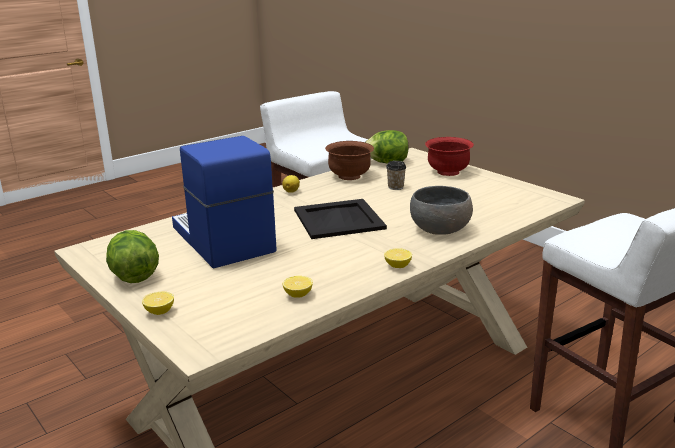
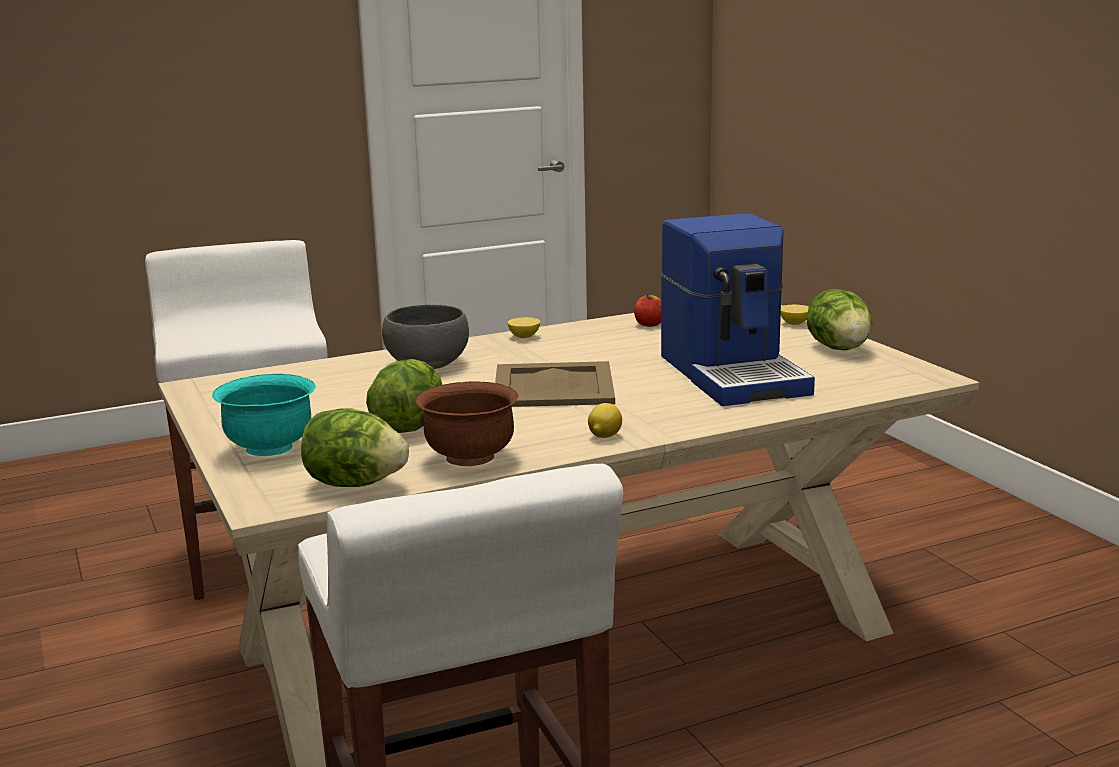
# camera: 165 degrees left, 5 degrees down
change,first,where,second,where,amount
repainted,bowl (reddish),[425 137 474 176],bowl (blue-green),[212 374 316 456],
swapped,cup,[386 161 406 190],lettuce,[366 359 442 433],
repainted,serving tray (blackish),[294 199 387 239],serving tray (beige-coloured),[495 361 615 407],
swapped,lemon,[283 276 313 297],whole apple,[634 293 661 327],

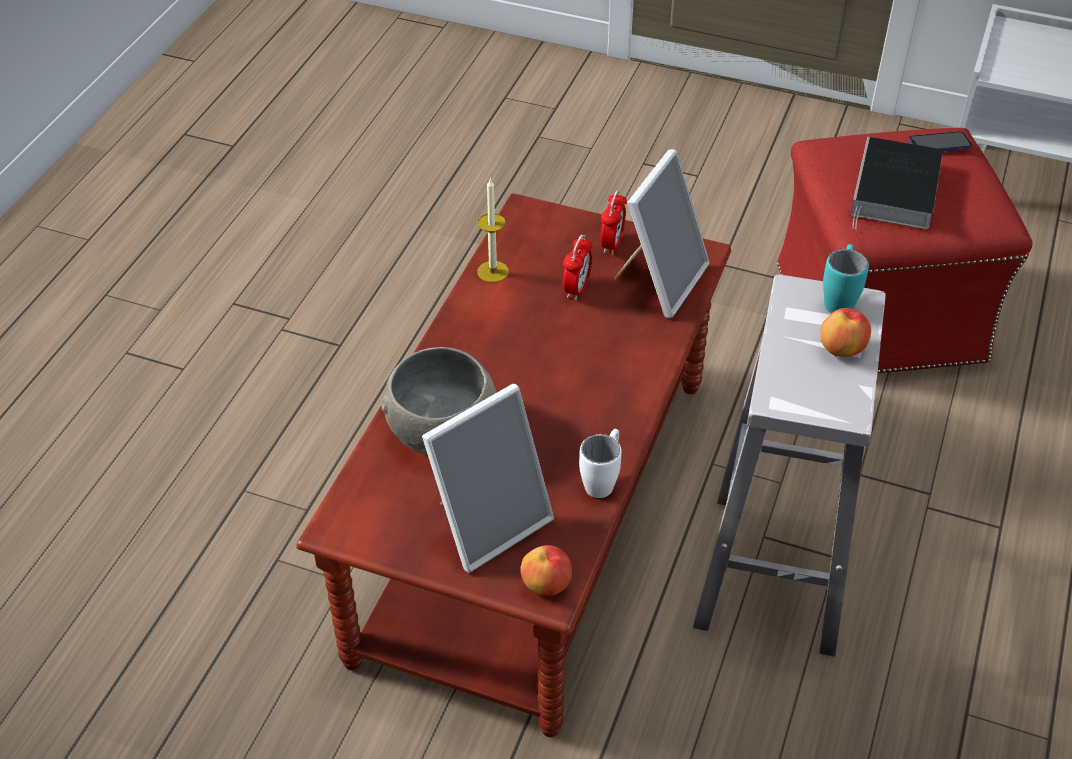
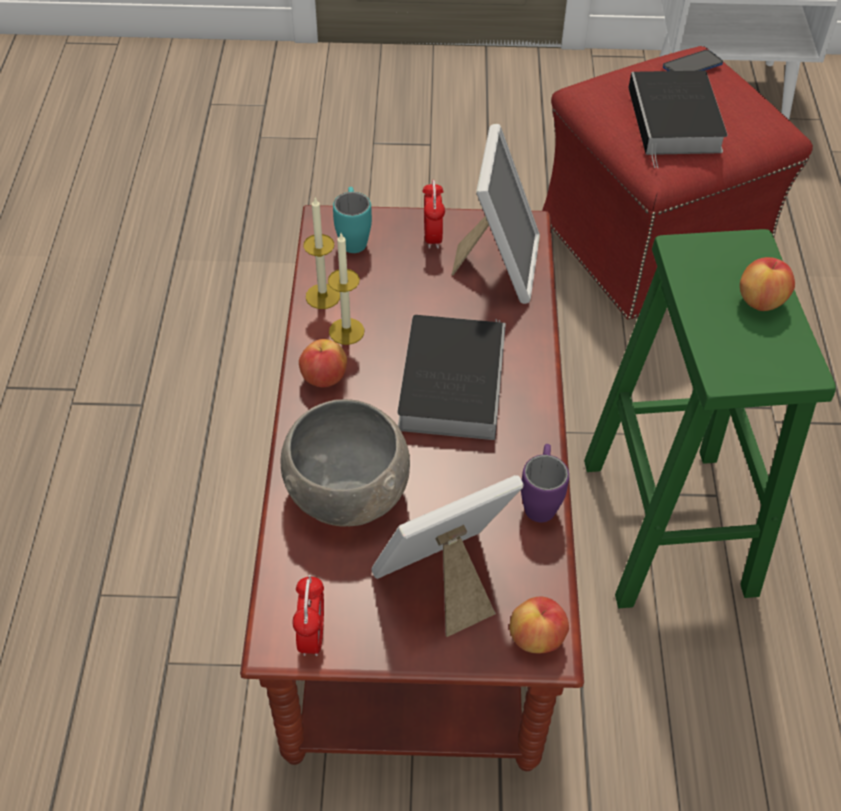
# camera: 20 degrees left, 5 degrees up
change,first,where,second,where,amount
shifted,bedside clock,[563 235 593 300],,[292 575 324 656],
new,,,whole apple,[299 339 347 387],
new,,,wax candle,[328 233 365 345],
shifted,tea mug (blue-green),[823 244 869 313],,[333 187 372 253],
rotated,picture frame,[422 384 554 573],,[372 475 524 637],150 degrees counterclockwise
new,,,bound book,[397 315 506 440],
repainted,tea mug (white),[579 429 622 498],tea mug (purple-coloured),[521 444 569 522],
repainted,sitting stool (white),[693 275 886 657],sitting stool (green),[584 229 836 609],

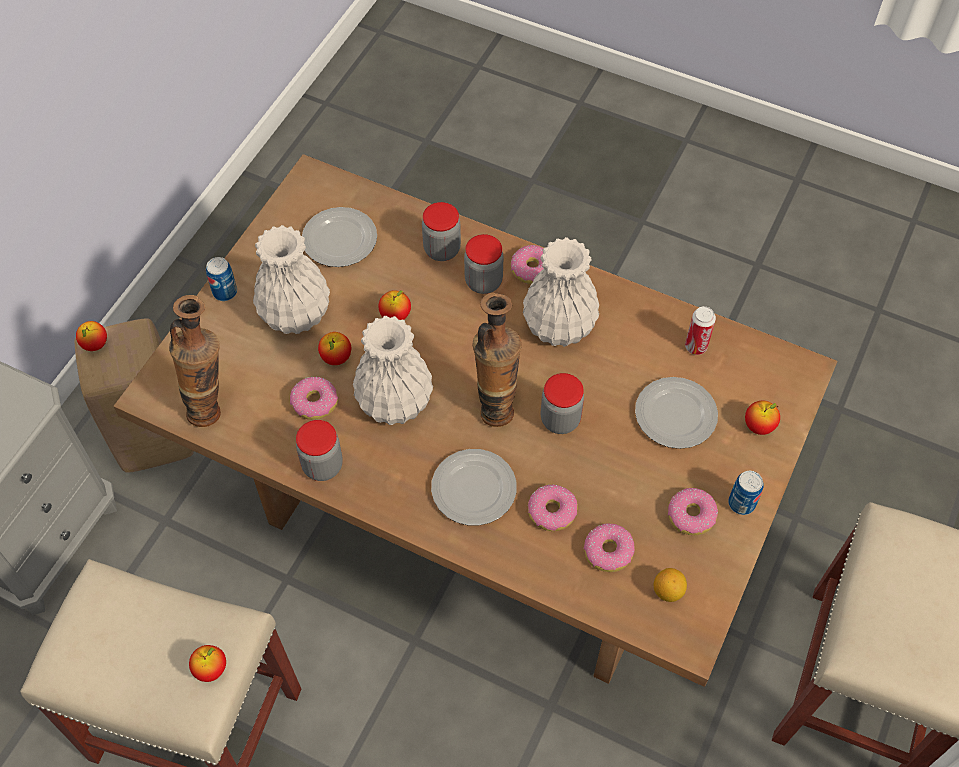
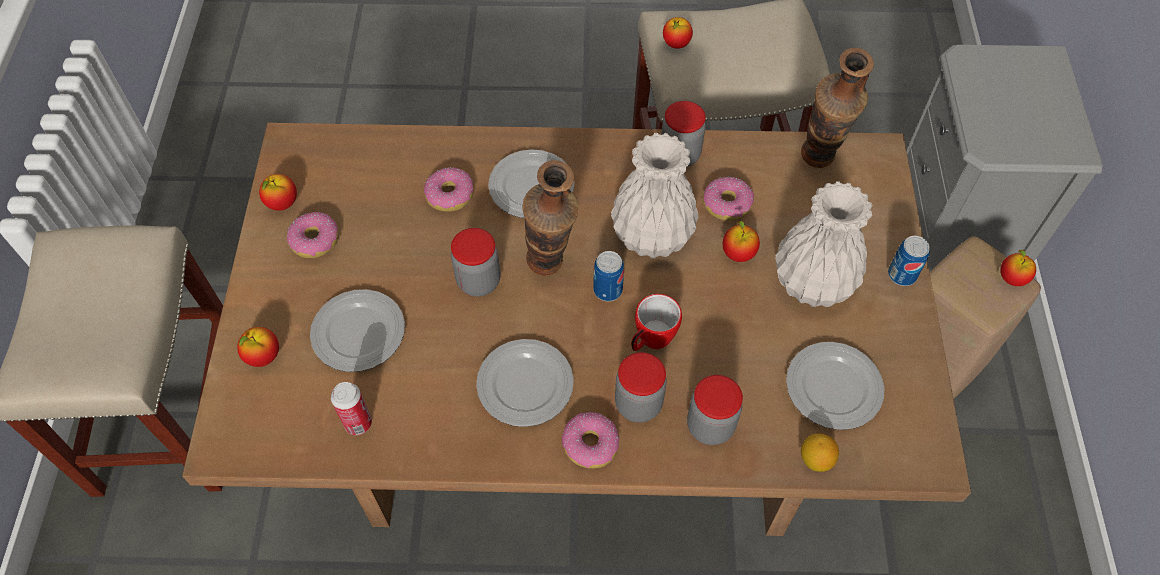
# camera: 155 degrees right, 0 degrees up
change,first,where,second,where,amount
shifted,whole apple,[378 290 411 320],,[259 174 297 211],
swapped,decorative vase (white),[523 237 599 347],plate,[476 339 574 427],
shifted,can,[728 471 764 515],,[593 251 624 301],
new,,,tea mug,[631 294 682 351],
shifted,lemon,[654 568 687 602],,[801 434 839 472],
gone,donut,[584 523 635 572],,,

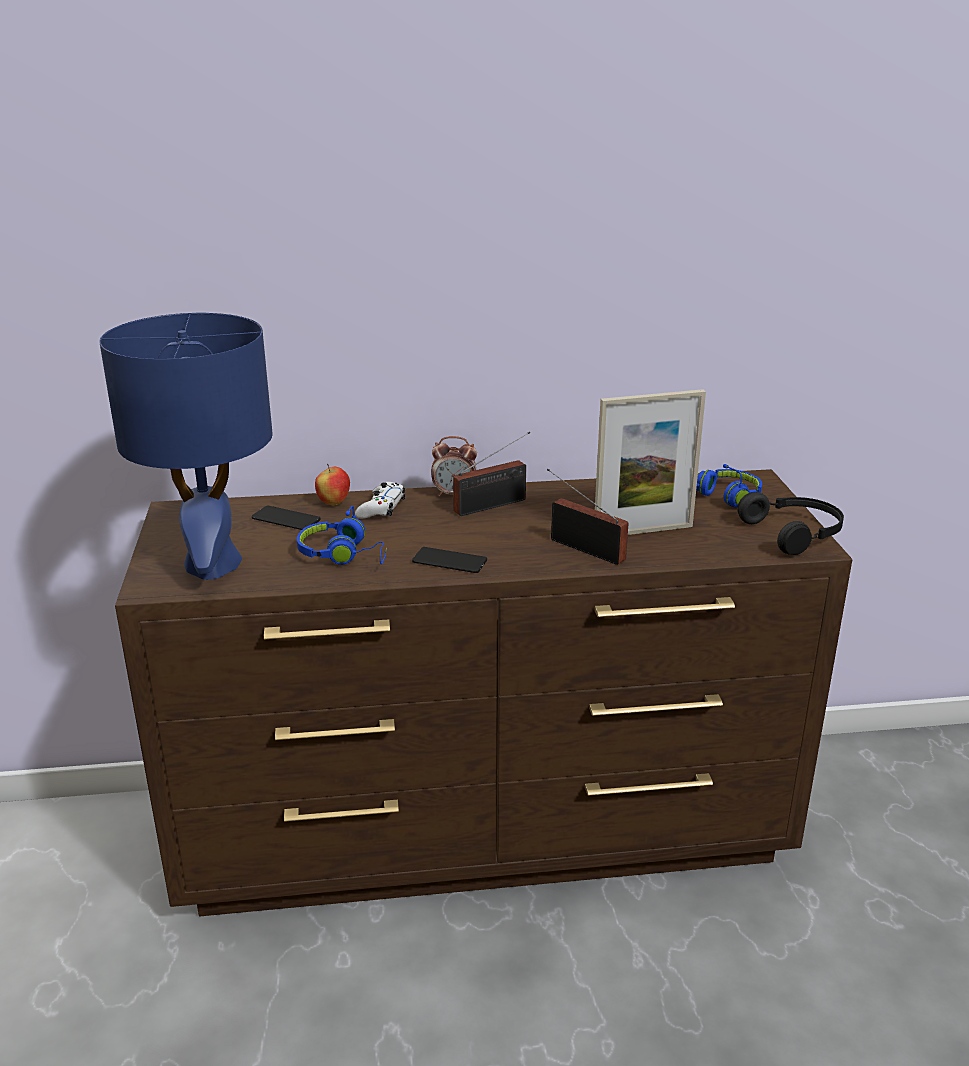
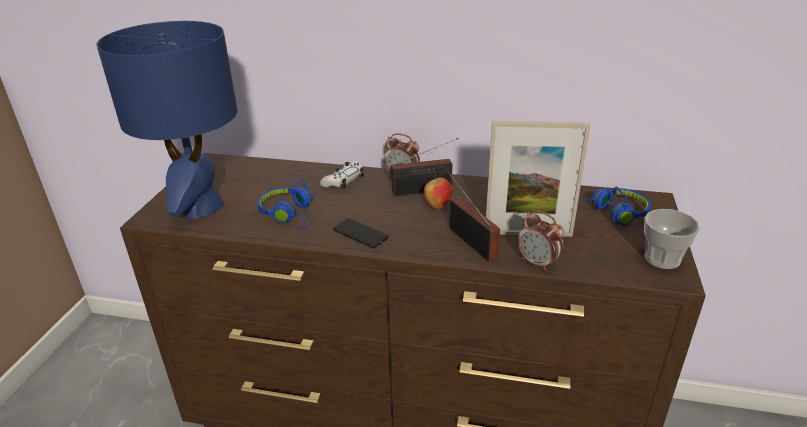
# camera: 20 degrees right, 5 degrees up
change,first,where,second,where,amount
shifted,whole apple,[315 464 350 505],,[424 175 452 209],
new,,,bedside clock,[517 210 564 271],
swapped,headphones (blackish),[737 492 844 555],cup,[644 209 700 269],
gone,phone,[252 505 320 530],,,

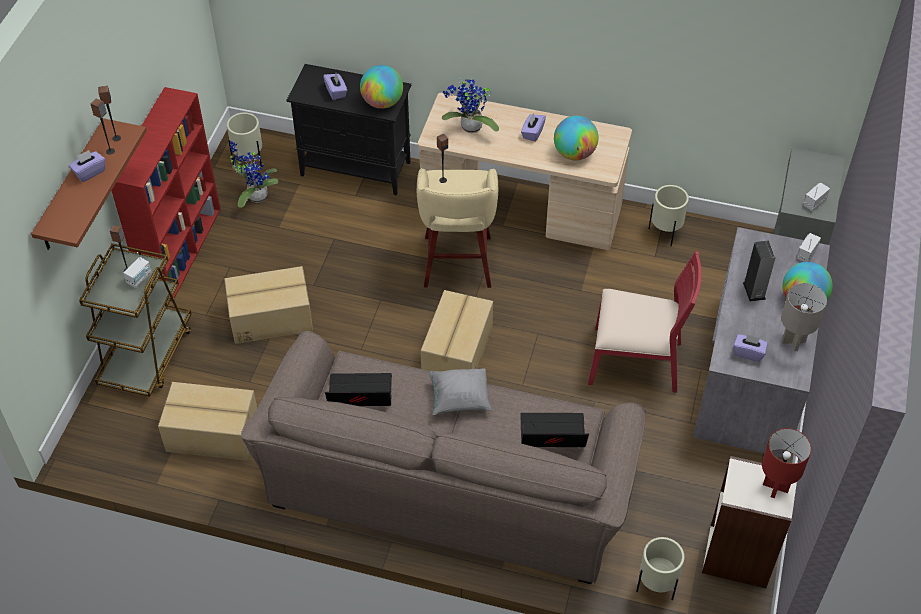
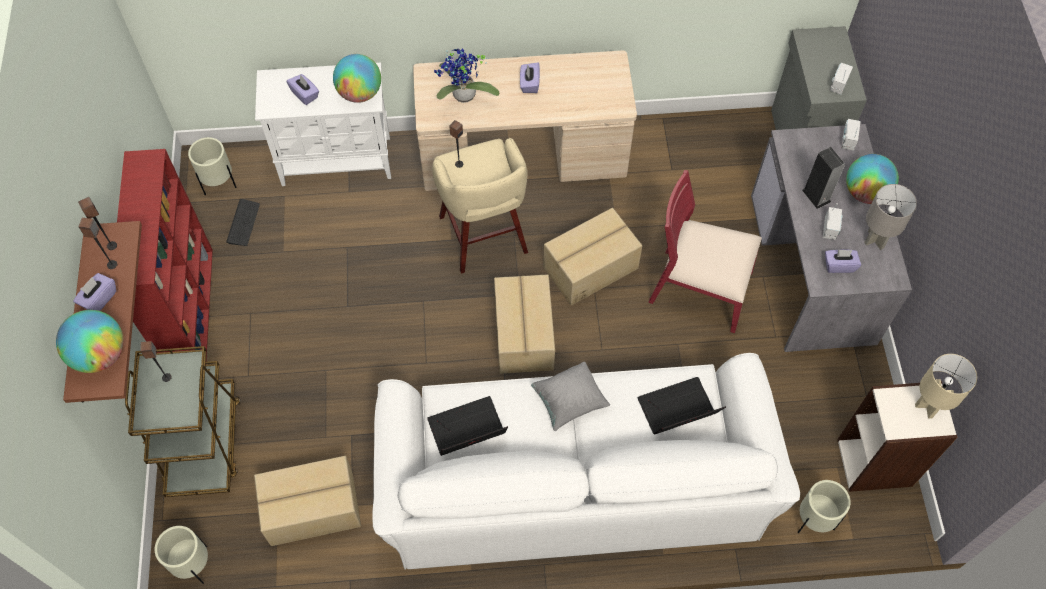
# camera: 20 degrees left, 10 degrees up
change,first,where,second,where,amount
shifted,globe,[554 116 598 160],,[56 310 124 373],
shifted,plant pot (beige-coloured),[649 185 689 246],,[155 526 208 584],
swapped,houseplant,[230 141 278 208],computer keyboard,[226 199 260 246],
repainted,cupboard (blackish),[286 64 411 195],cupboard (white),[255 62 391 186],
repainted,couch (brown),[241 331 646 584],couch (white),[372 353 800 570],
shifted,carton,[224 266 313 344],,[543 208 642 305],
rotated,chair (reddish),[588 251 702 393],,[648 170 762 333],150 degrees counterclockwise
shifted,radio,[123 252 152 288],,[823 203 843 240],
repainted,table lamp (reddish),[762 428 811 498],table lamp (beige-coloured),[915 354 977 419],

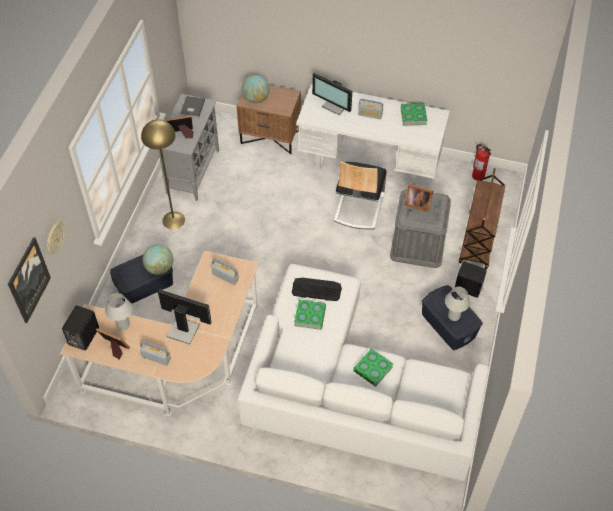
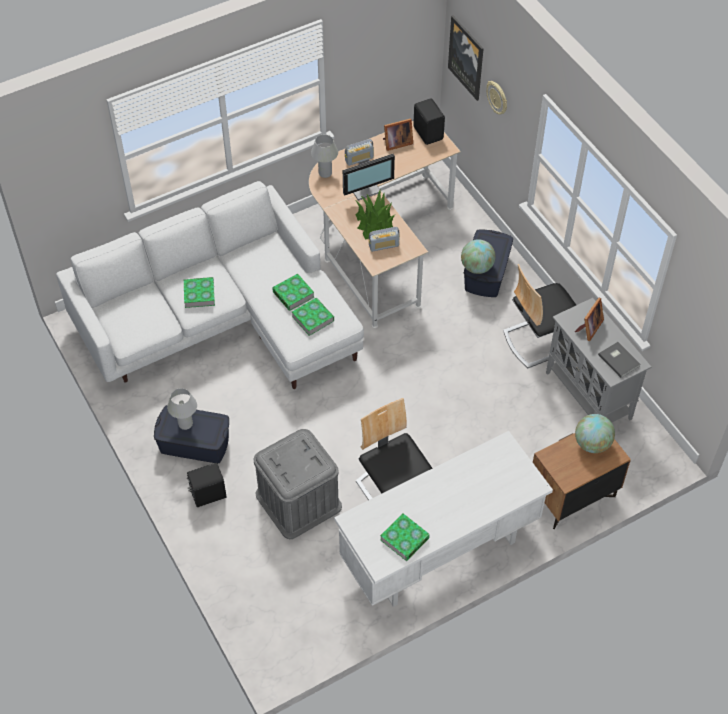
# camera: 135 degrees right, 0 degrees up
change,first,where,second,where,amount
swapped,computer keyboard,[292 278 342 301],bound book,[292 298 334 336],
shifted,table lamp (white),[105 293 132 330],,[311 135 338 178],
new,,,houseplant,[356 191 395 240],
swapped,standing lamp (yellow-coloured),[141 119 185 229],chair,[503 264 576 368],
gone,computer display,[312 73 352 115],,,
gone,radio,[358 99 383 119],,,
gone,picture frame,[404 184 433 212],,,
gone,wheeled cart (brown),[459 168 506 269],,,
gone,fire-fighting cylinder,[472 144 491 181],,,

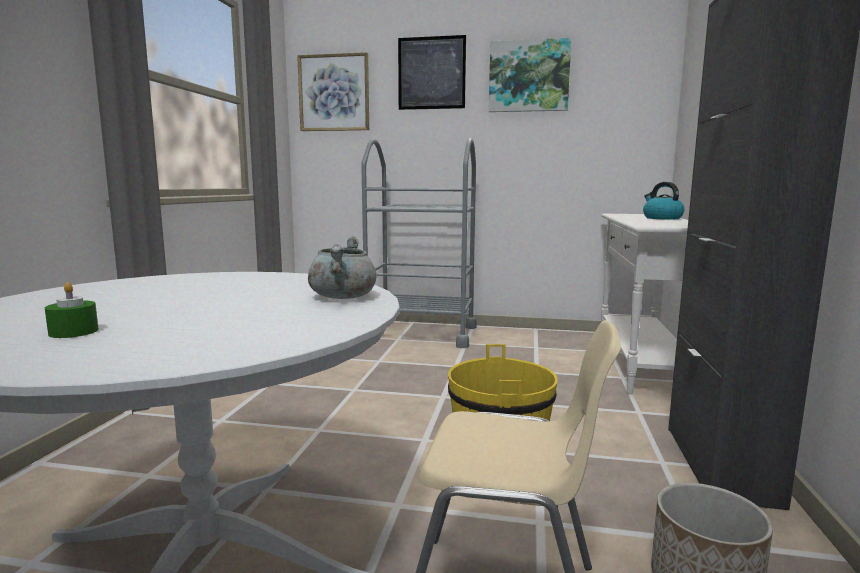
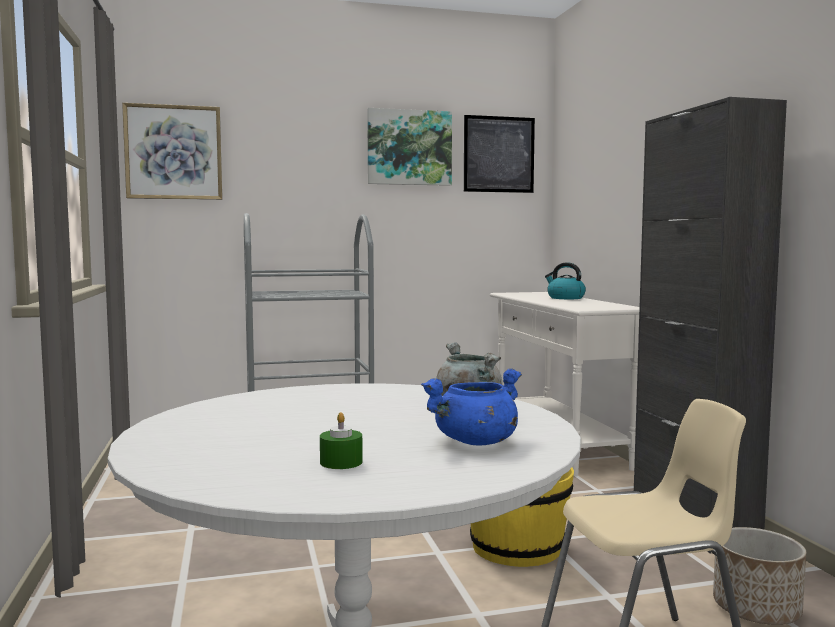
# camera: 25 degrees left, 5 degrees down
change,first,where,second,where,amount
new,,,stockpot (blue-coloured),[421 368 522 445],
shifted,picture,[398 35 466 110],,[464 115 535 193],

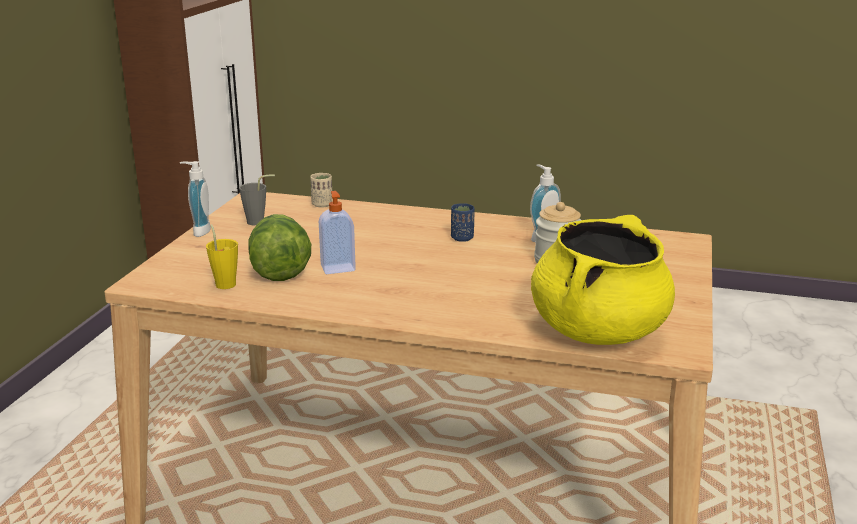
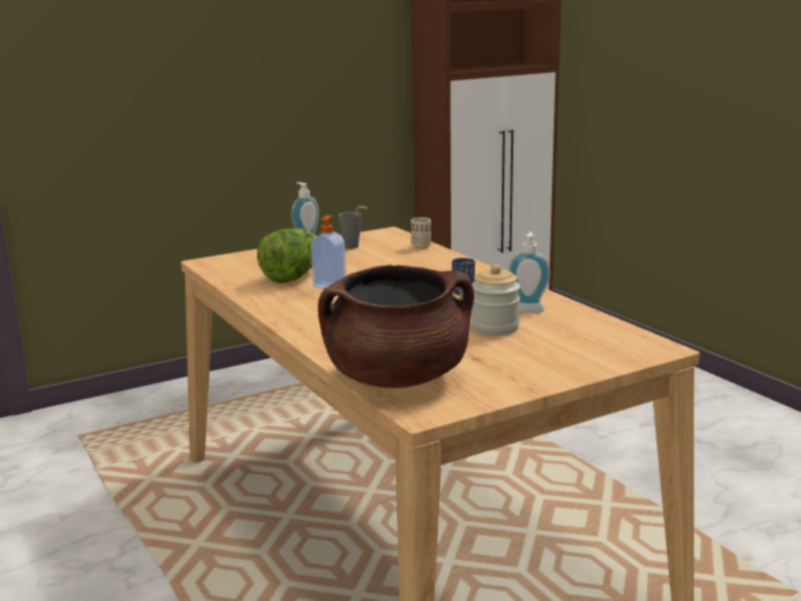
# camera: 45 degrees right, 5 degrees down
change,first,where,second,where,amount
repainted,stockpot (yellow-coloured),[531 215 675 345],stockpot (brown),[318 265 474 388],
gone,cup (yellow-coloured),[206 224 238 289],,,

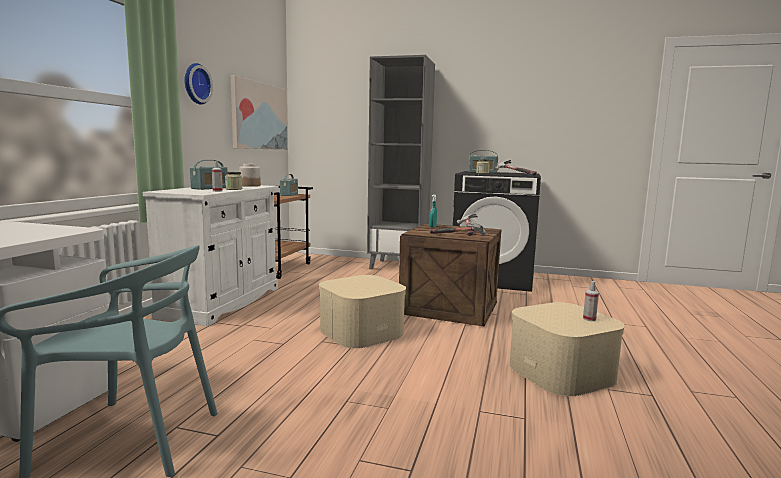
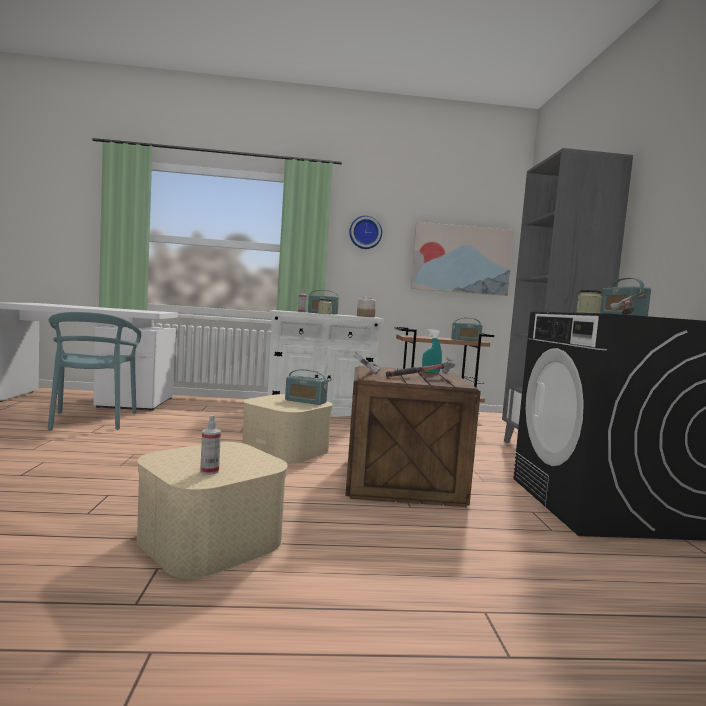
# camera: 70 degrees right, 5 degrees down
change,first,where,second,where,amount
new,,,radio,[285 369 328 405],

